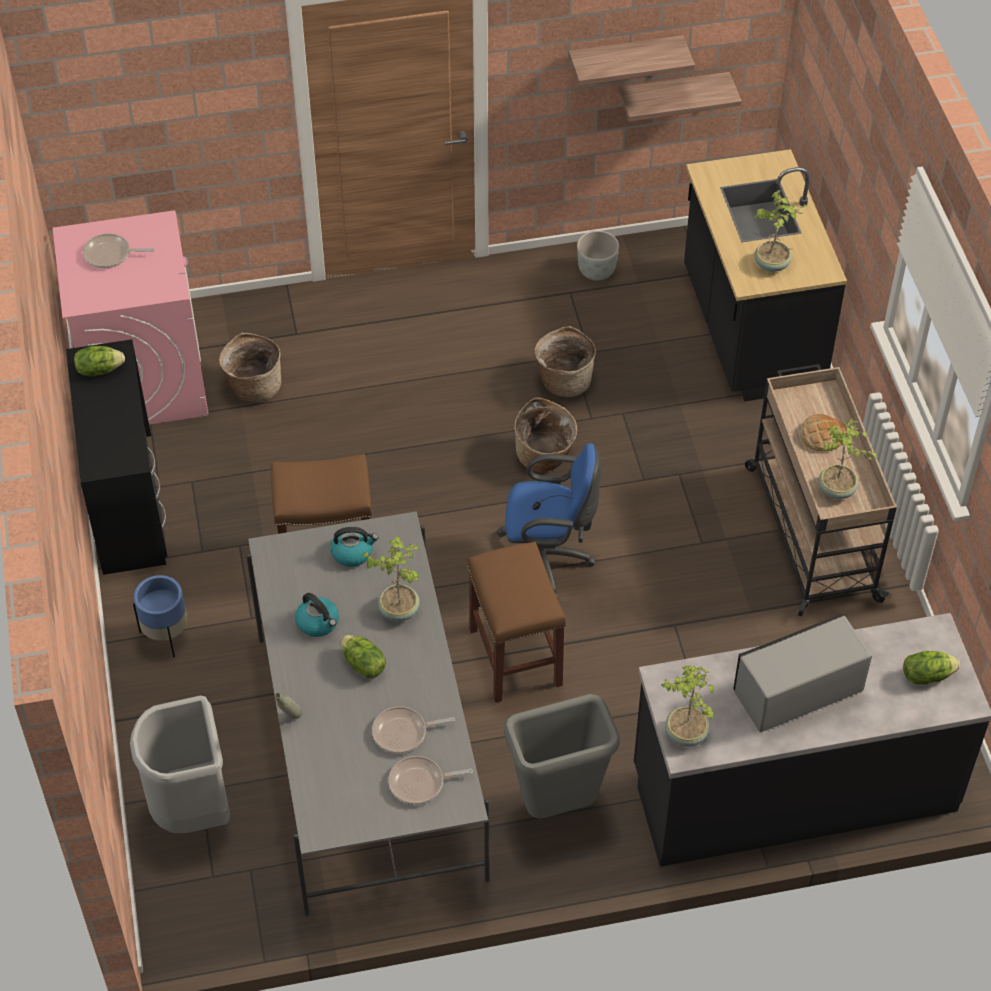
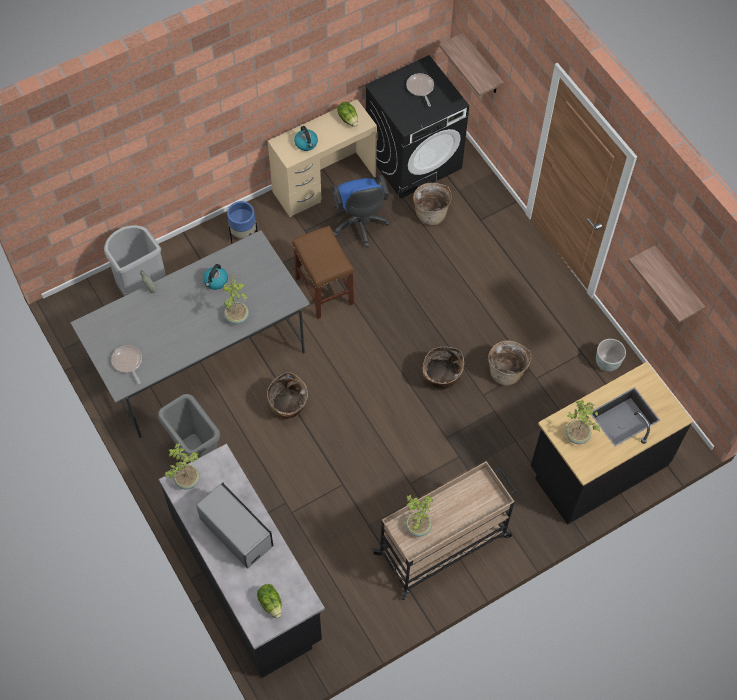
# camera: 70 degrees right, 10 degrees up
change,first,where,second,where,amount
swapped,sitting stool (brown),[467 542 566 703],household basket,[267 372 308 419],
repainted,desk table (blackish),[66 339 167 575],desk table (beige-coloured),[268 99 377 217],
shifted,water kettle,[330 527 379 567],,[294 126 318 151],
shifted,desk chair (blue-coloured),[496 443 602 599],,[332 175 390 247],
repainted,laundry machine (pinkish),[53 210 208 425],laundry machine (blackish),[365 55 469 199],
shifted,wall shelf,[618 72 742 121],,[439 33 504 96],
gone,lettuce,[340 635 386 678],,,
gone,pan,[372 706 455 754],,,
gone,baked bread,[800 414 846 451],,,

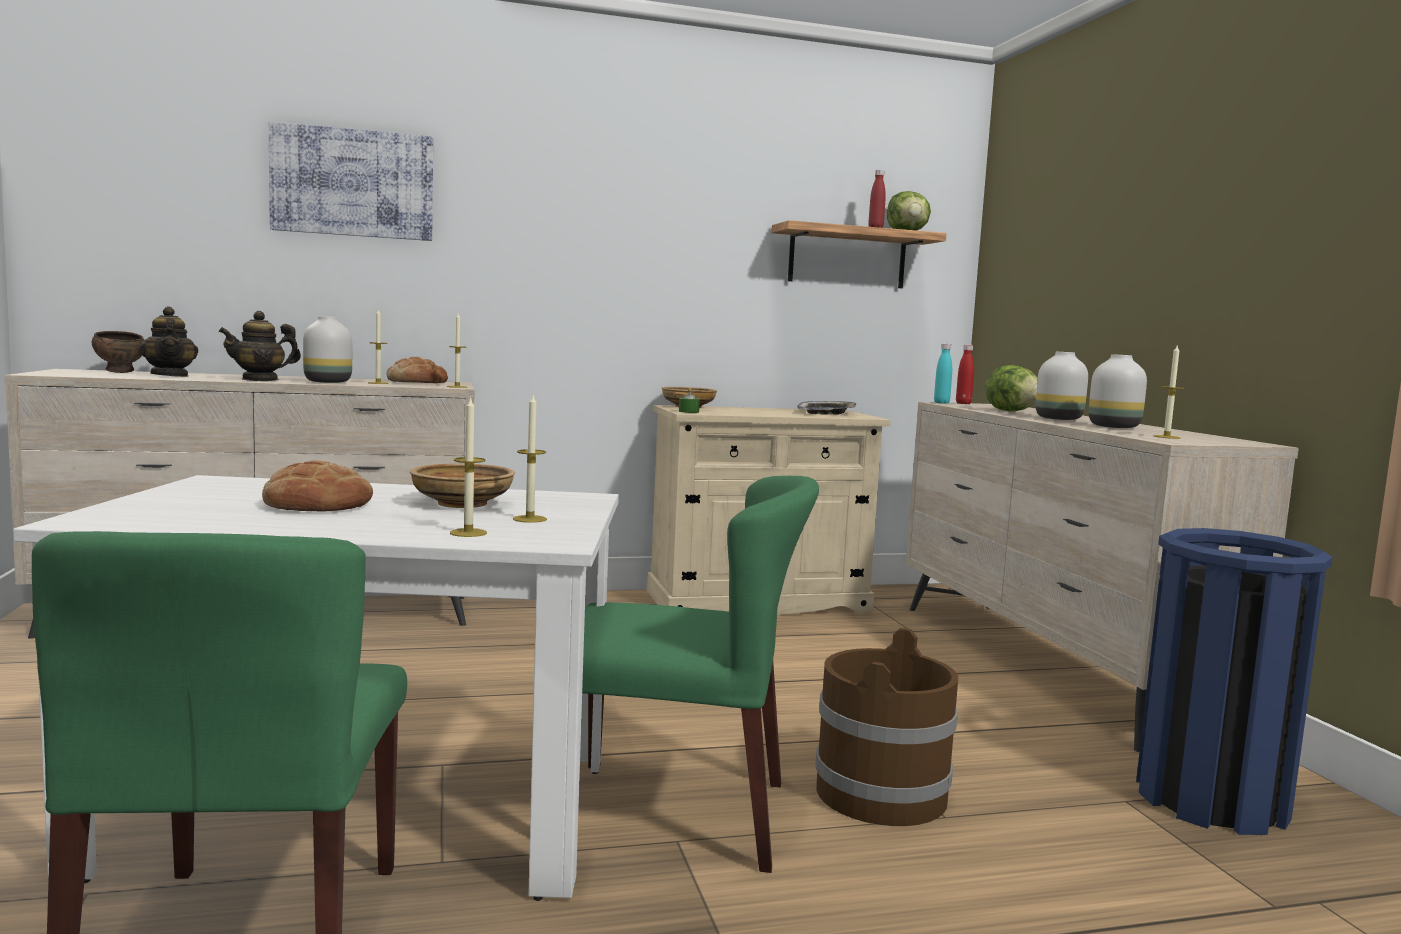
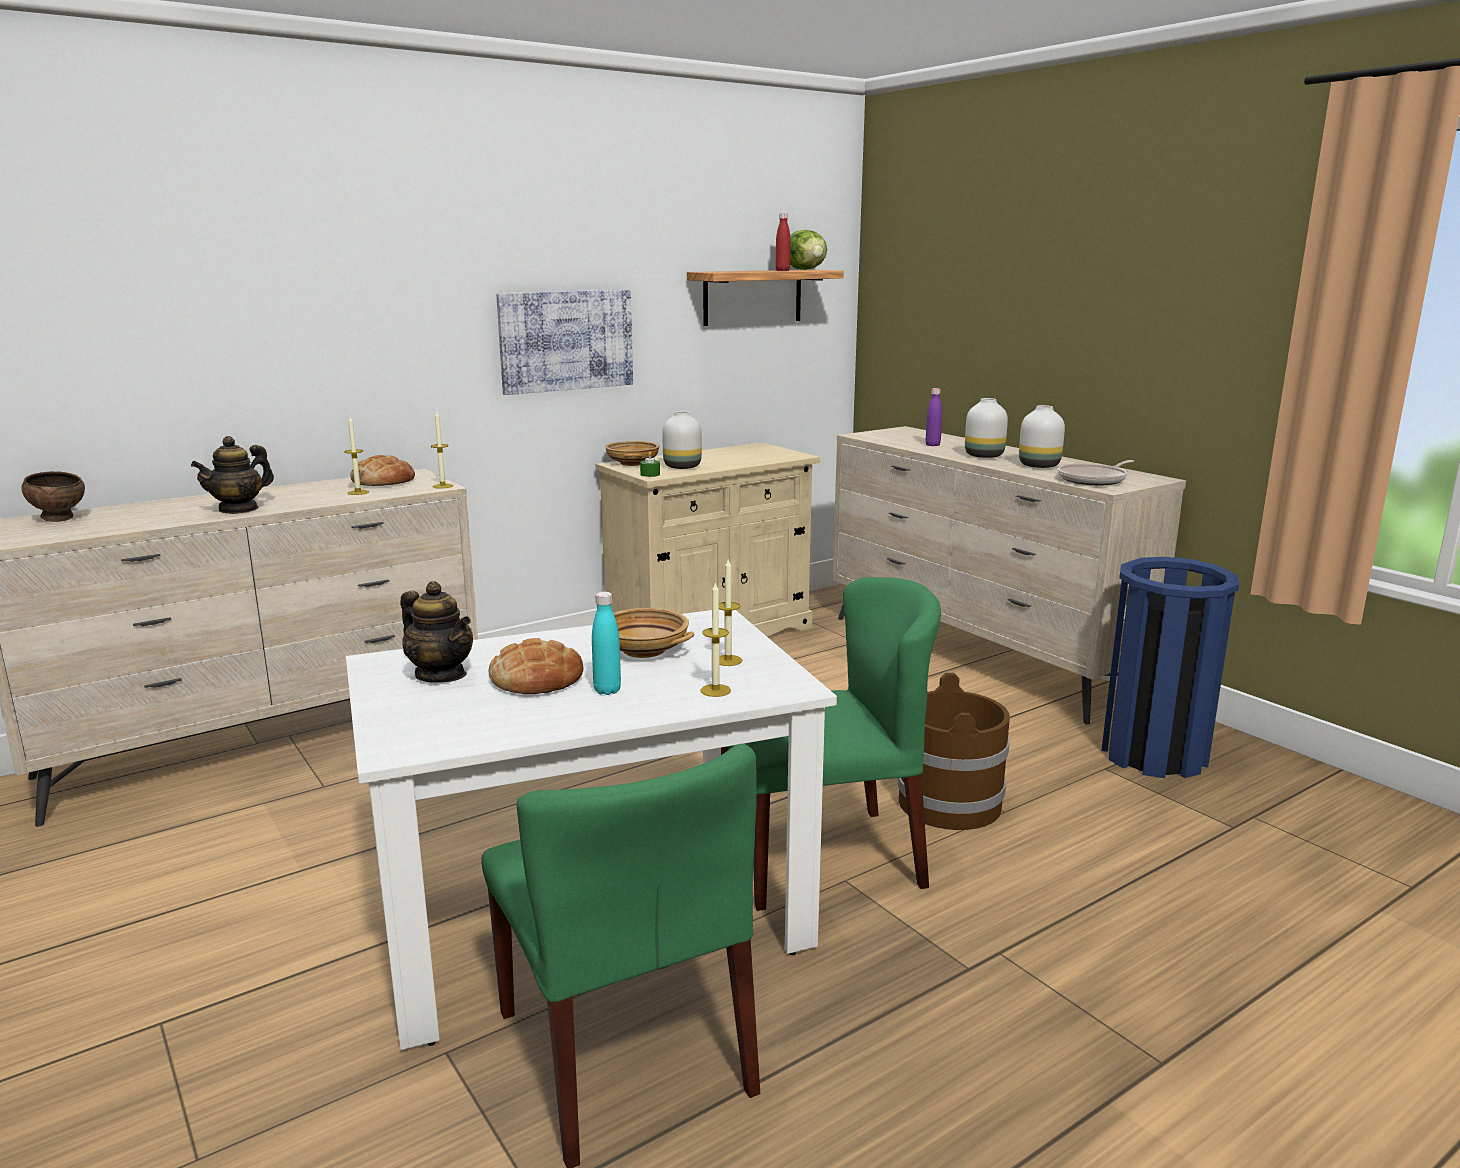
# camera: 20 degrees left, 10 degrees up
change,first,where,second,where,amount
shifted,tea pot,[139 306 198 377],,[400 581 473 683],
shifted,picture,[269 121 433 241],,[496 290 633 395],
shifted,bottle (blue-green),[934 343 952 404],,[592 592 621 695],
shifted,decorative vase (white),[303 316 352 383],,[662 411 702 469],
swapped,lettuce,[985 365 1038 412],bottle (purple-coloured),[925 388 942 446],
swapped,wax candle,[1153 344 1184 439],pan,[1058 460 1134 485],
gone,serving tray,[797 401 856 415],,,
gone,bottle (reddish),[956 345 974 404],,,

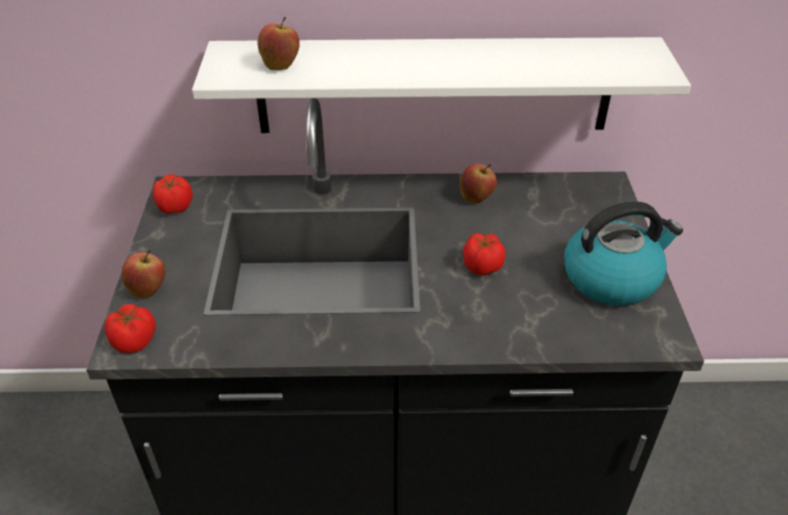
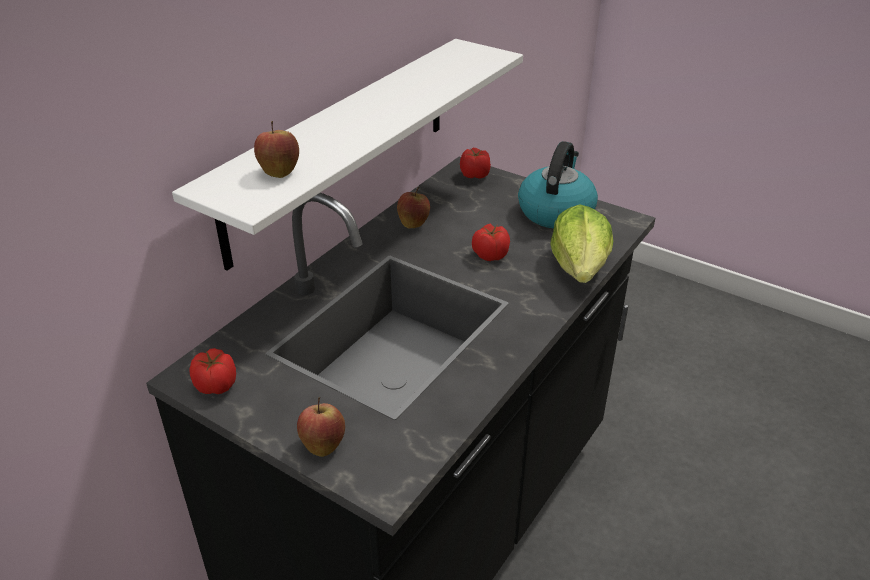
# camera: 55 degrees left, 5 degrees down
change,first,where,second,where,amount
shifted,fresh tomato,[104 304 156 353],,[460 148 491 179],
new,,,lettuce,[550 204 613 283],

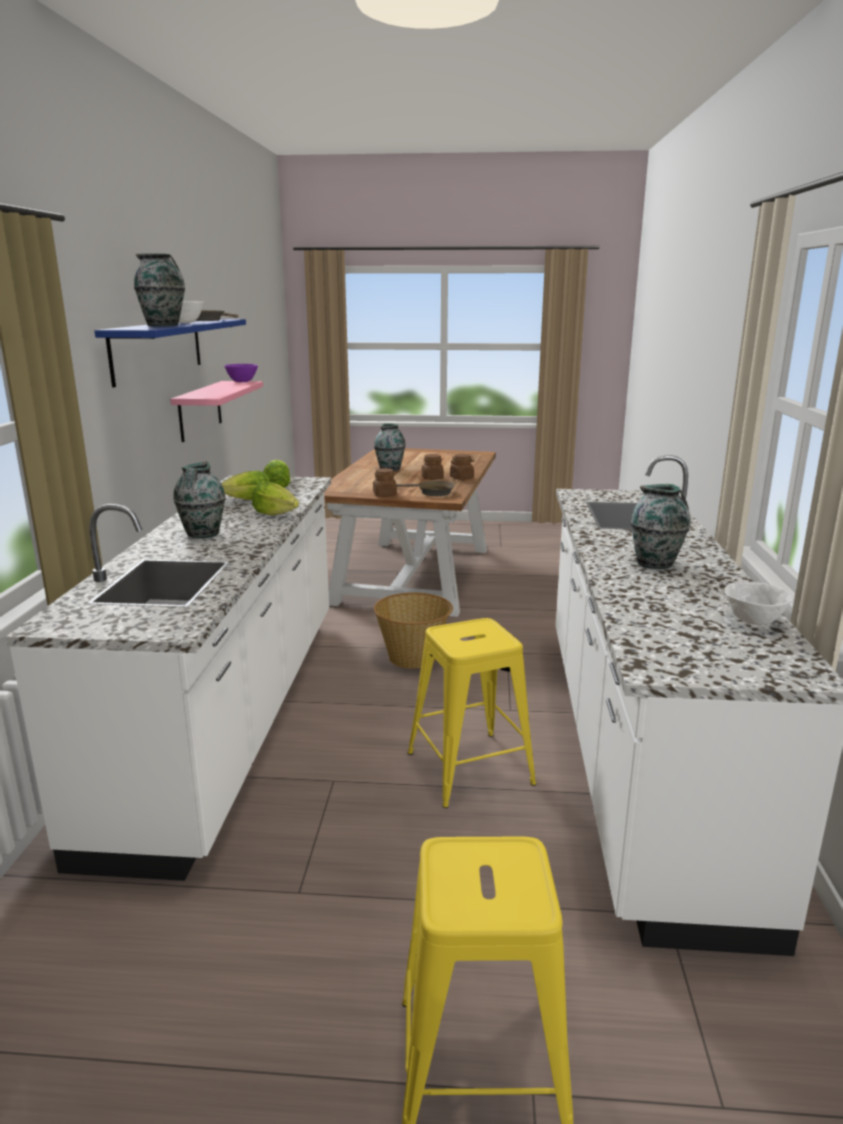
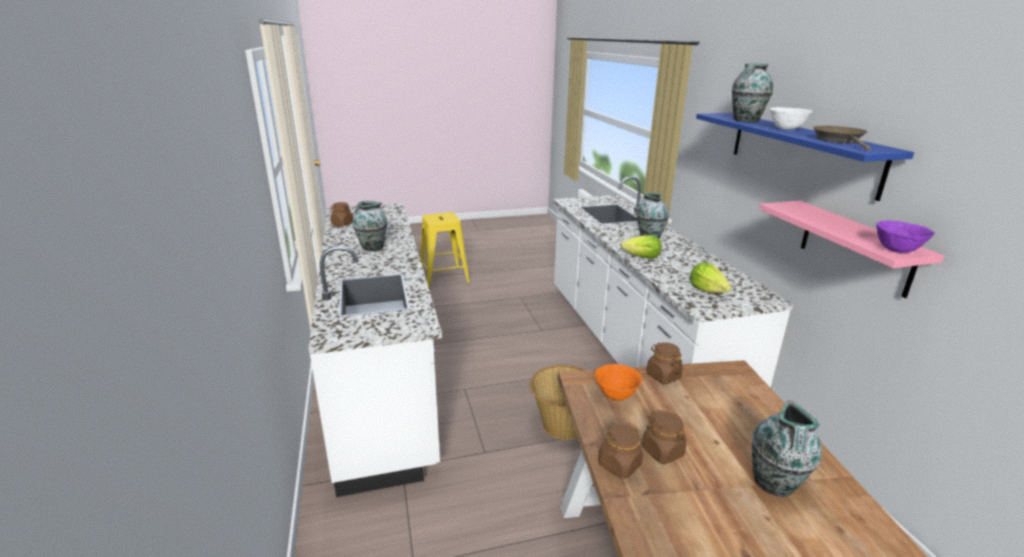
# camera: 160 degrees right, 5 degrees up
change,first,where,second,where,amount
swapped,bowl (white),[724 582 792 625],preserve jar (brown),[330 202 353 226],
swapped,pan (brown),[396 481 455 496],bowl (orangey),[595 364 642 401],
gone,lettuce,[221 471 270 500],,,
gone,sitting stool (yellow-coloured),[408 618 536 808],,,

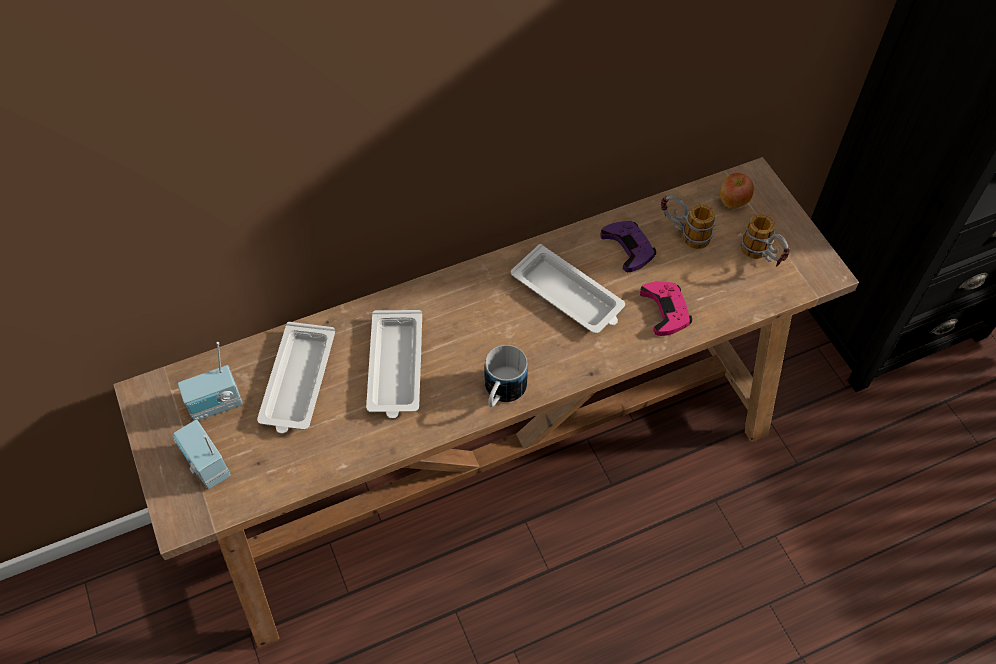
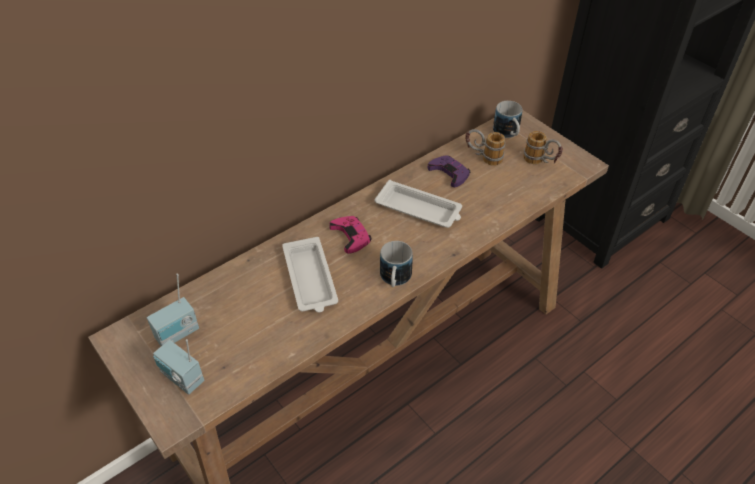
# camera: 15 degrees left, 10 degrees down
change,first,where,second,where,amount
shifted,game controller (pinkish),[640 282 692 336],,[329 216 371 254],
swapped,whole apple,[720 173 754 209],tea mug,[493 101 522 138],
gone,serving tray (white),[257 322 335 434],,,

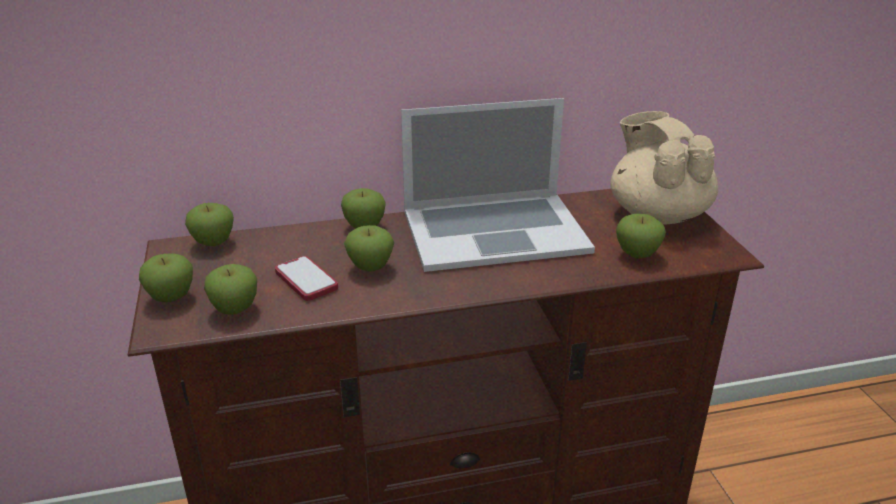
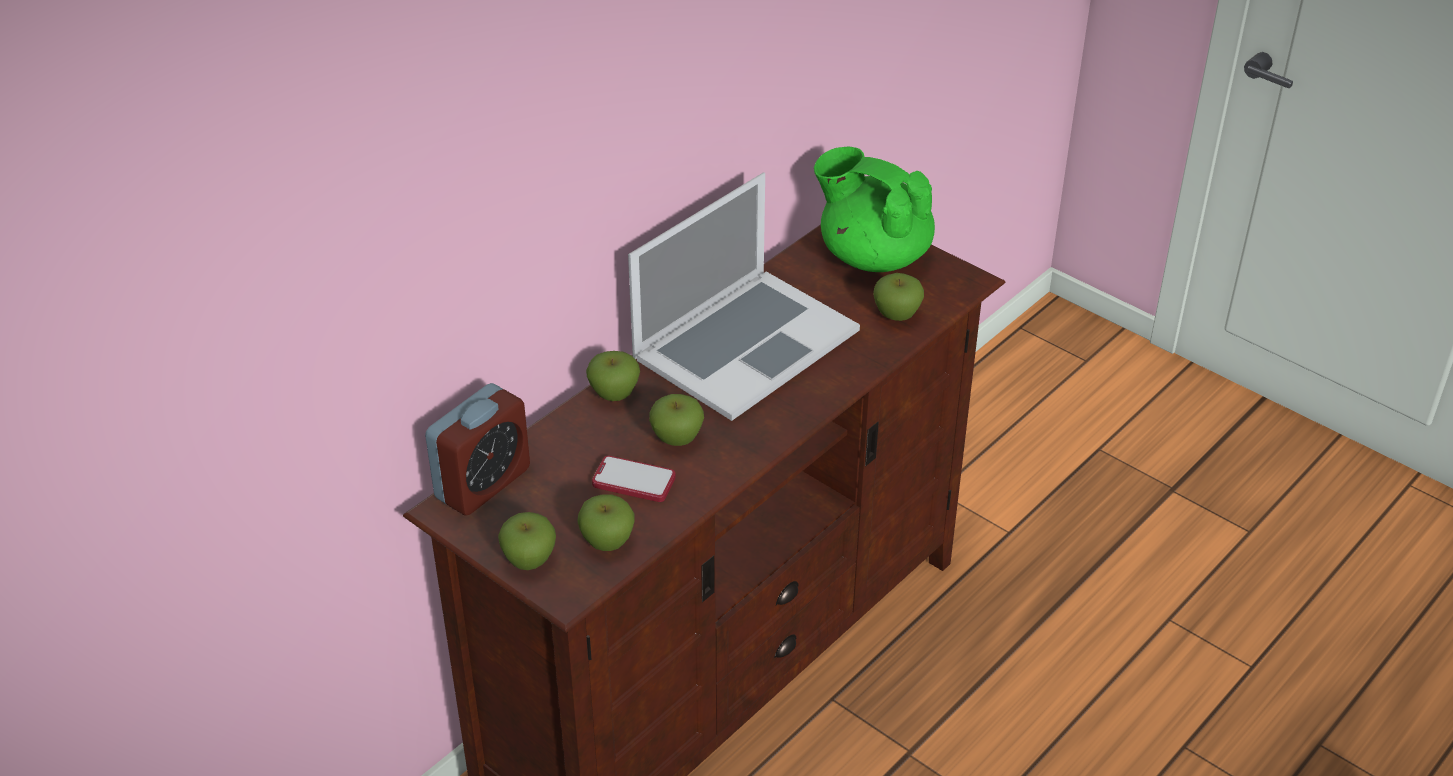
# camera: 35 degrees left, 10 degrees up
change,first,where,second,where,amount
swapped,whole apple,[185 203 234 246],bedside clock,[425 383 530 516],
repainted,tea pot (beige-coloured),[610 111 718 225],tea pot (green),[814 147 935 272],

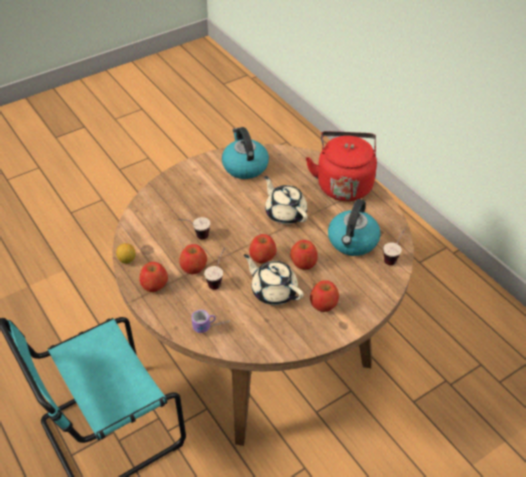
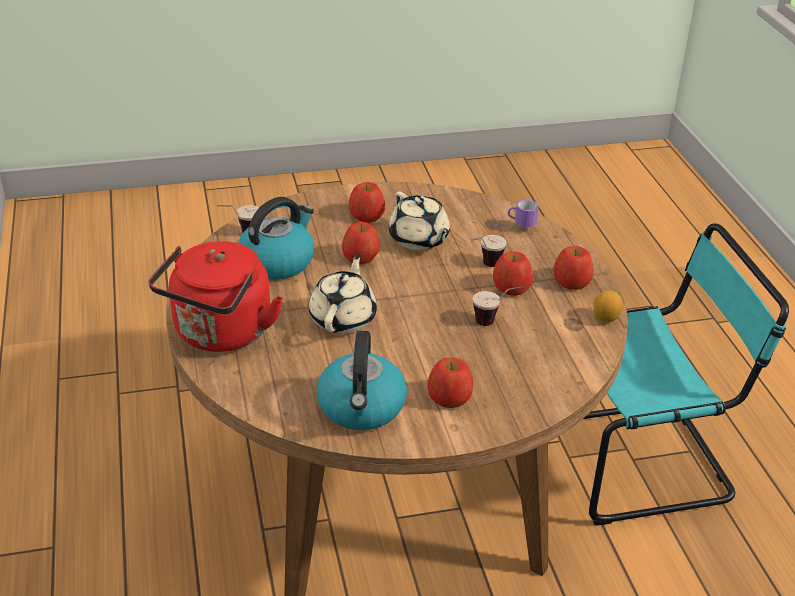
# camera: 160 degrees left, 10 degrees down
change,first,where,second,where,amount
rotated,tea pot (beige-coloured),[264 176 308 224],,[309 254 377 333],150 degrees counterclockwise
shifted,whole apple,[249 234 277 264],,[427 357 473 408],

